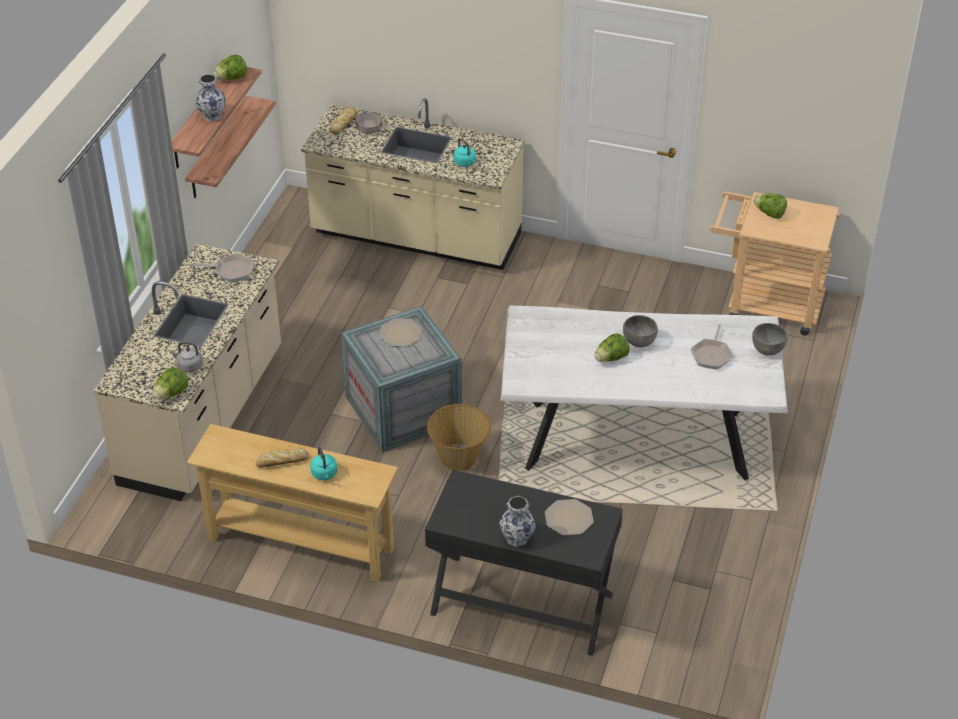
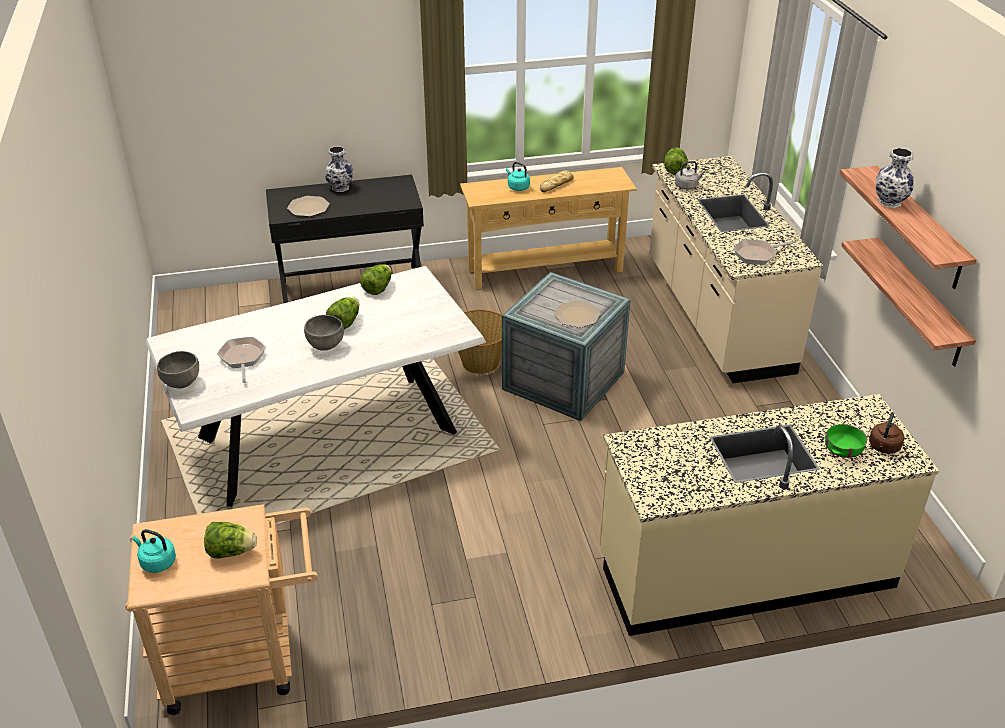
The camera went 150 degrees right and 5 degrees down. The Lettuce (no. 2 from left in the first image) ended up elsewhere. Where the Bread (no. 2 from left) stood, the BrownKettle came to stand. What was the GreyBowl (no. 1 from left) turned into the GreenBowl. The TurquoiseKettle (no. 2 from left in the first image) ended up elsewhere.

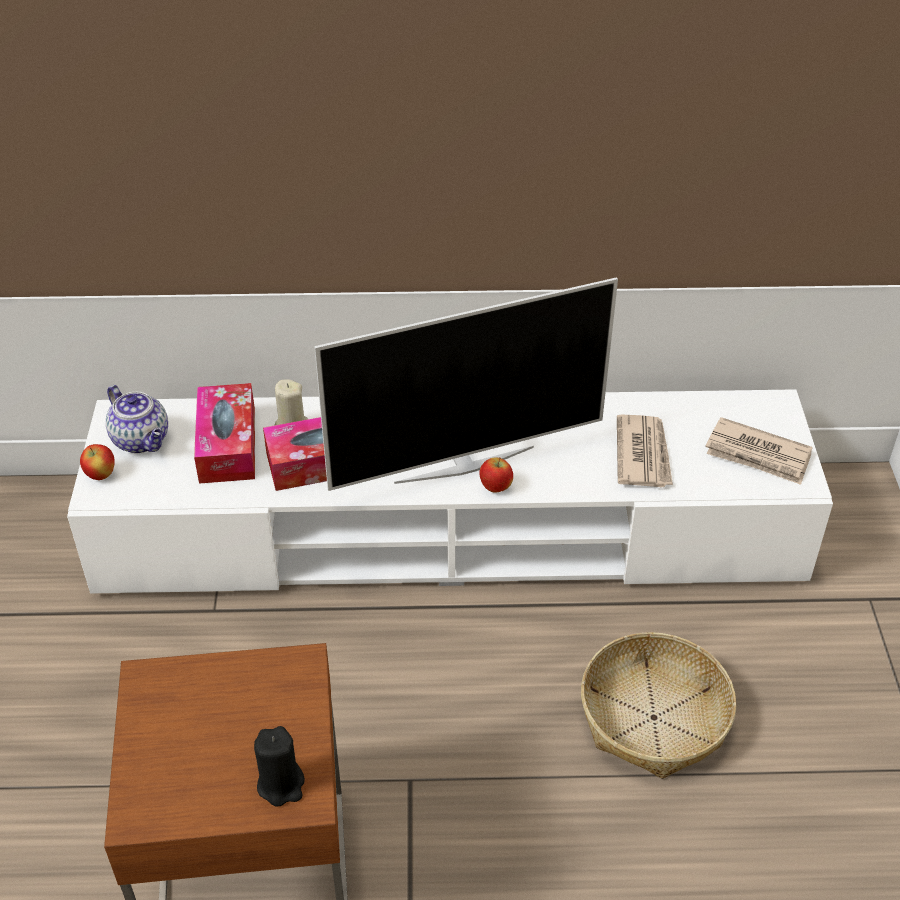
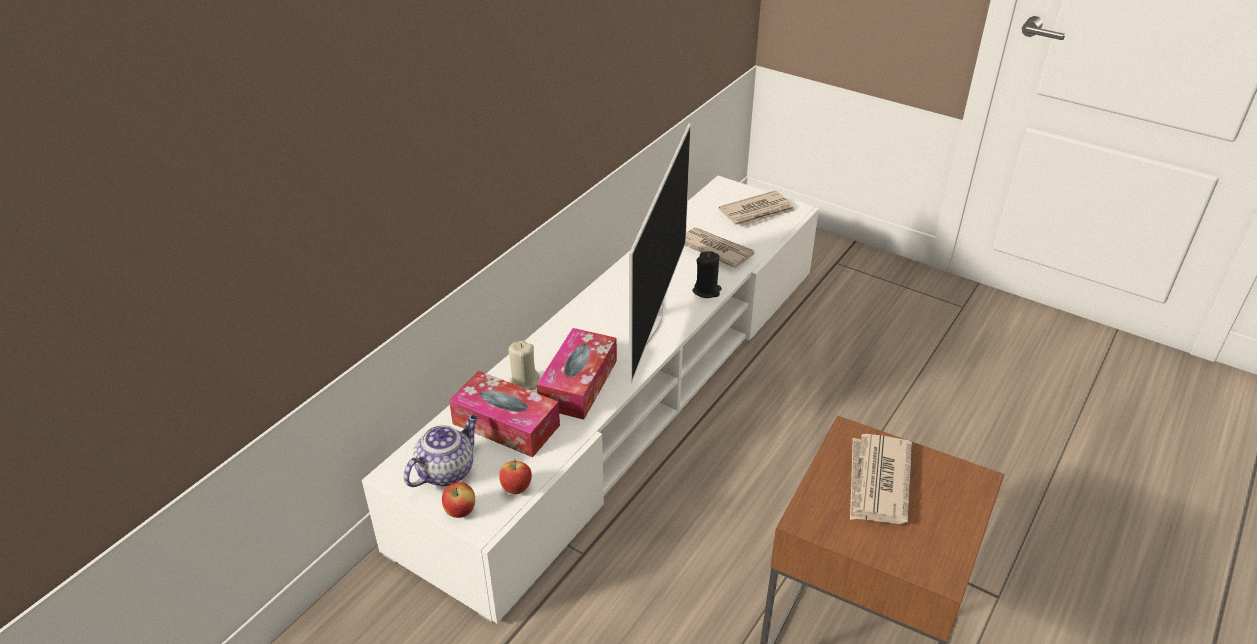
The camera went 55 degrees left and 5 degrees down. The Teapot ended up facing another way, 45 degrees counterclockwise from before. The Apple (no. 2 from left) ended up elsewhere. The second view lost the Basket. The BlackCandle ended up elsewhere. The second view gained the Newspaper (no. 3 from left).

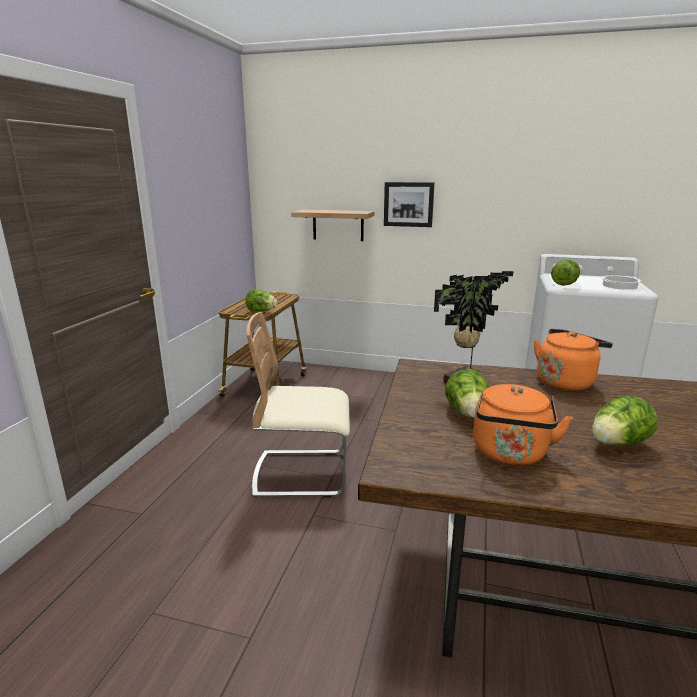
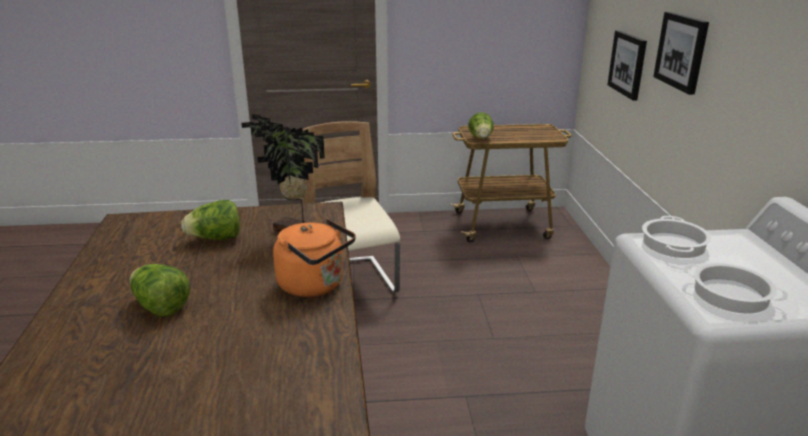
The camera went 70 degrees right and 5 degrees up. Where the Shelf hung, the Picture (no. 1 from left) came to hang. Where the Lettuce (no. 3 from left) stood, the CookingPot (no. 1 from left) came to stand. The second view lost the OrangeKettle (no. 1 from left).

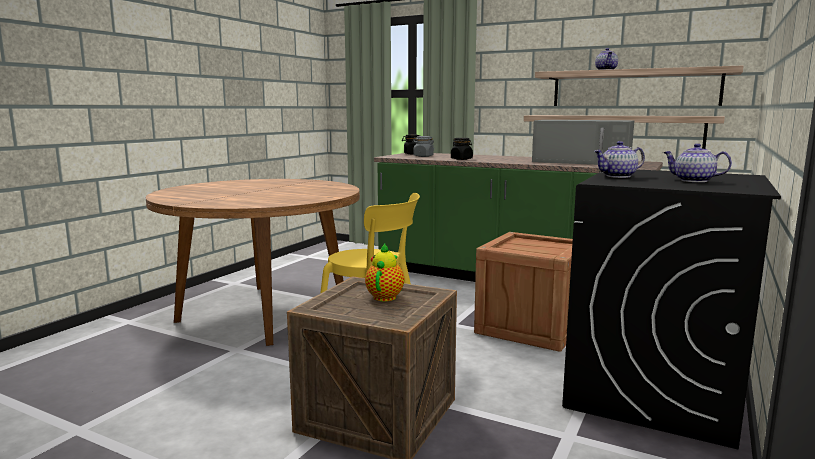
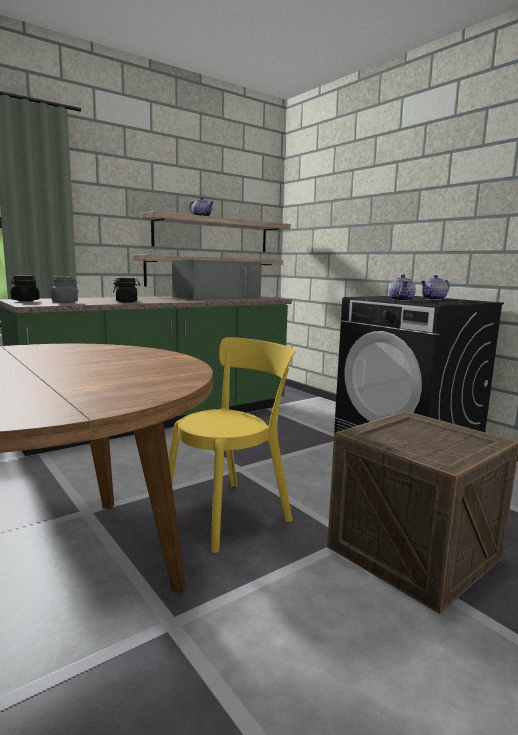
The camera went 65 degrees left and 0 degrees up. The second view lost the Crate (no. 2 from left). The second view lost the Teapot (no. 1 from left).

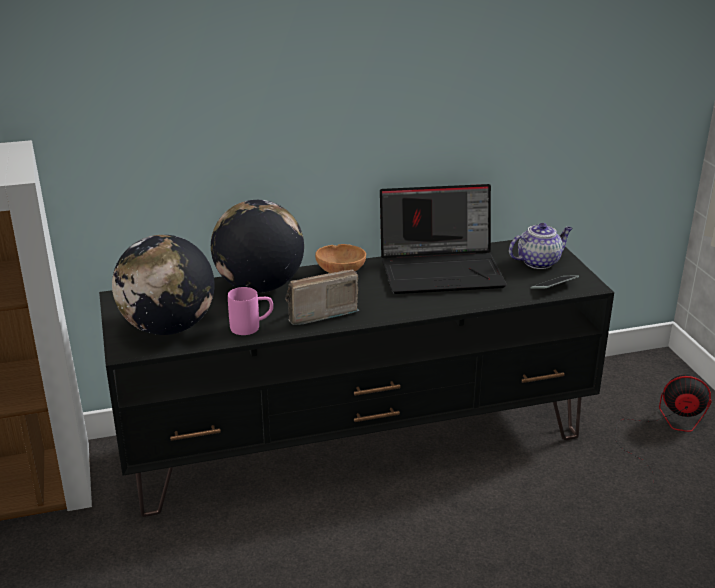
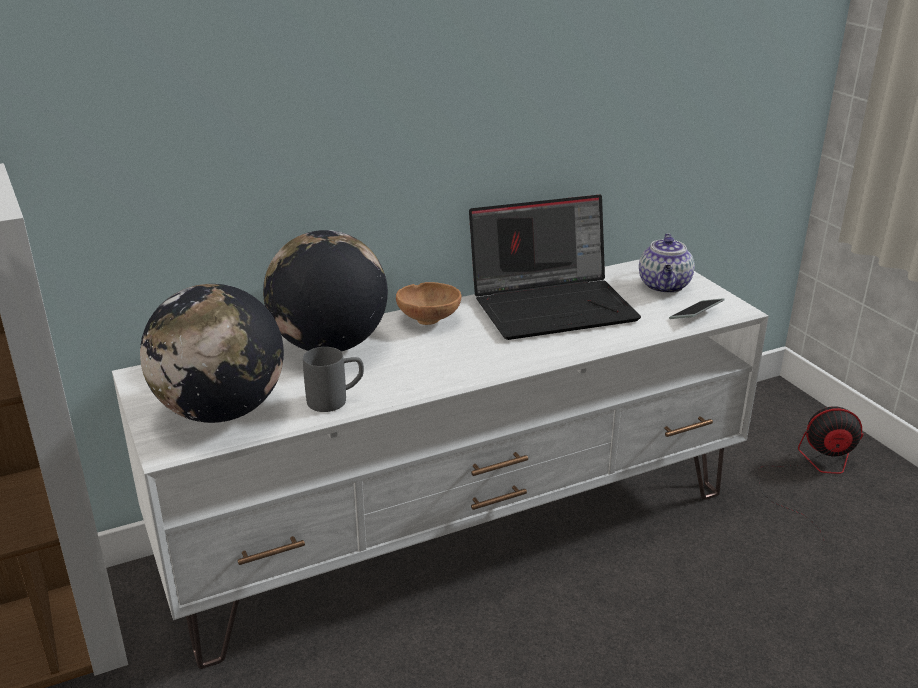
The camera went 10 degrees left and 0 degrees up. The Teapot ended up facing another way, 135 degrees clockwise from before. What was the BlackTvStand turned into the WhiteTvStand. The second view lost the Radio. What was the PinkMug turned into the GreyMug.

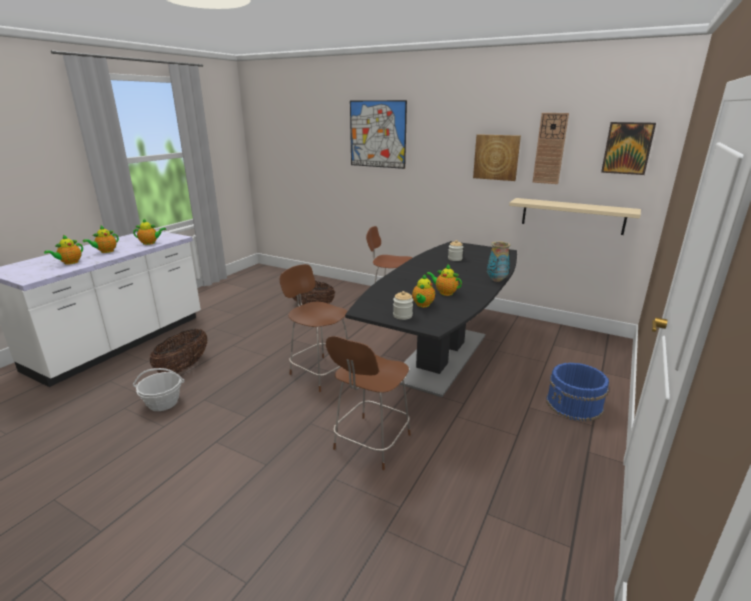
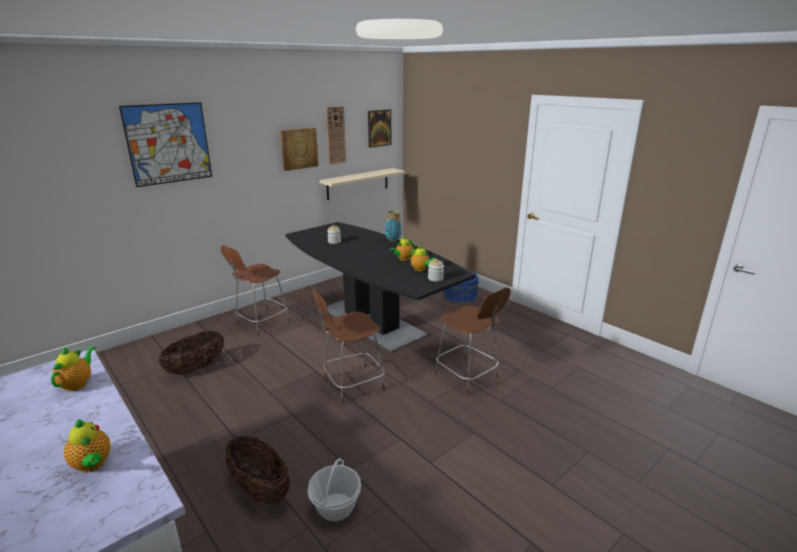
The camera went 70 degrees left and 0 degrees up. The second view lost the Teapot (no. 2 from left).

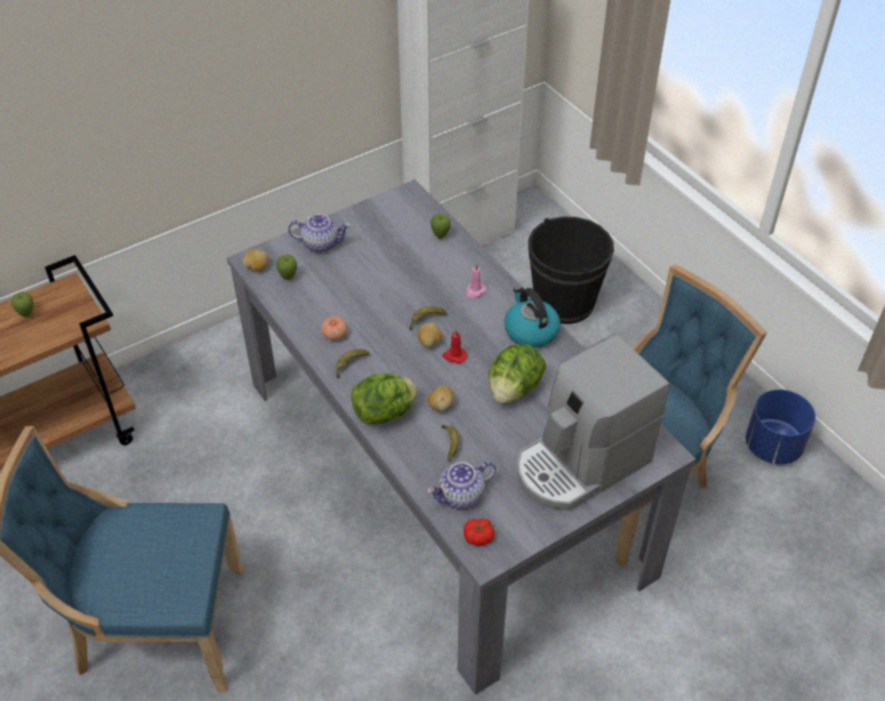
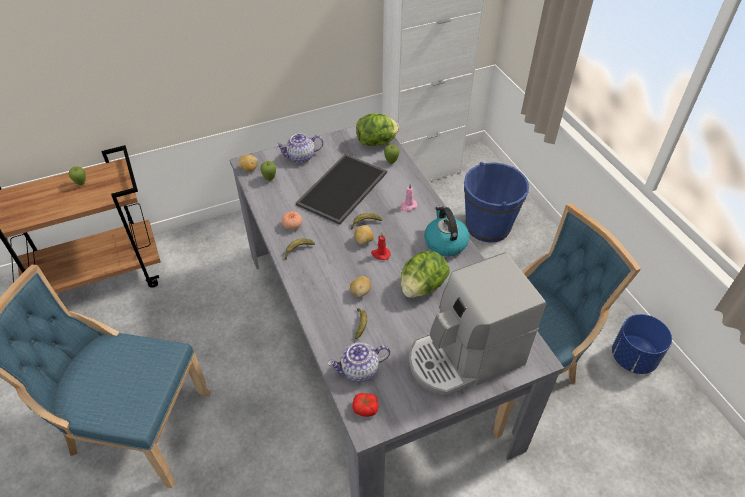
The camera went 10 degrees right and 0 degrees up. The Teapot (no. 1 from left) ended up facing another way, 150 degrees clockwise from before. What was the BlackBucket turned into the BlueBucket. The Lettuce (no. 1 from left) ended up elsewhere. The second view gained the Tray.

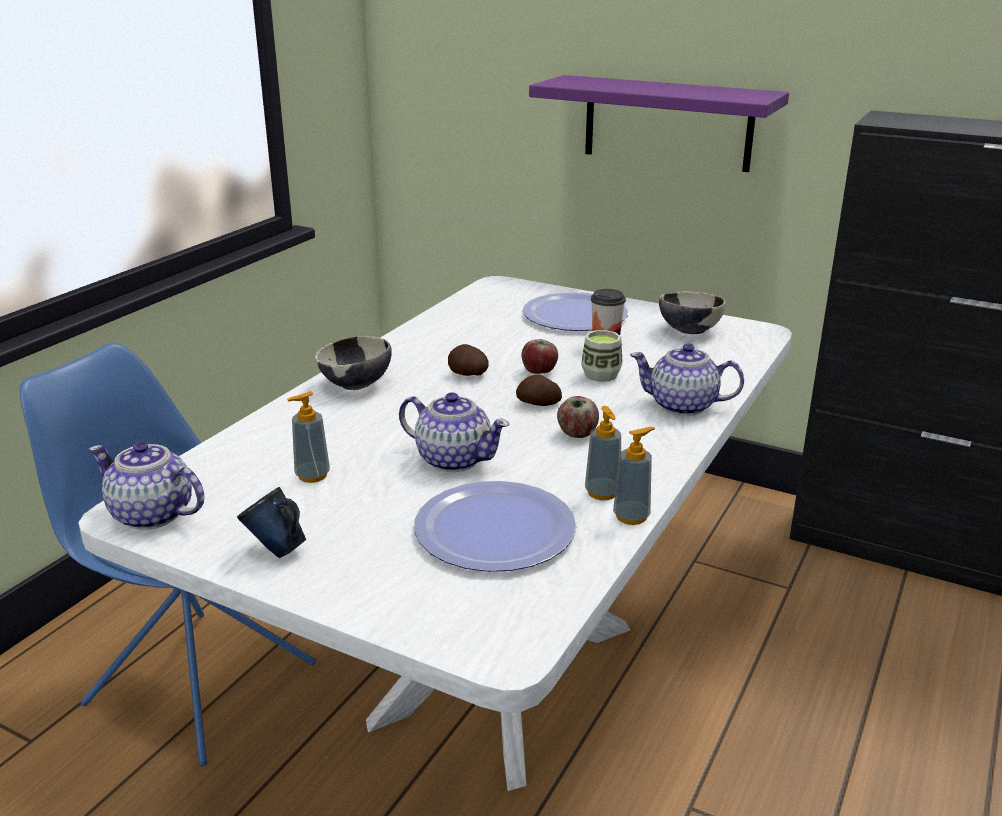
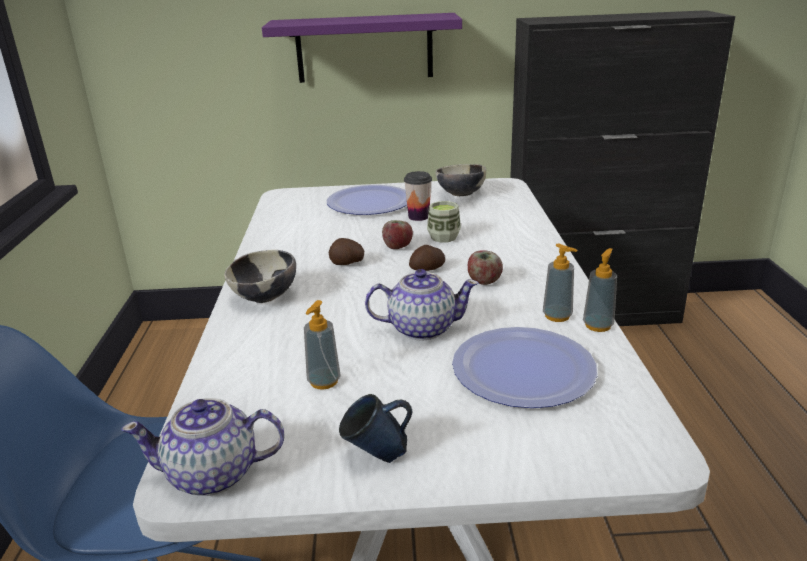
The camera went 30 degrees left and 0 degrees up. The second view lost the Teapot (no. 3 from left).

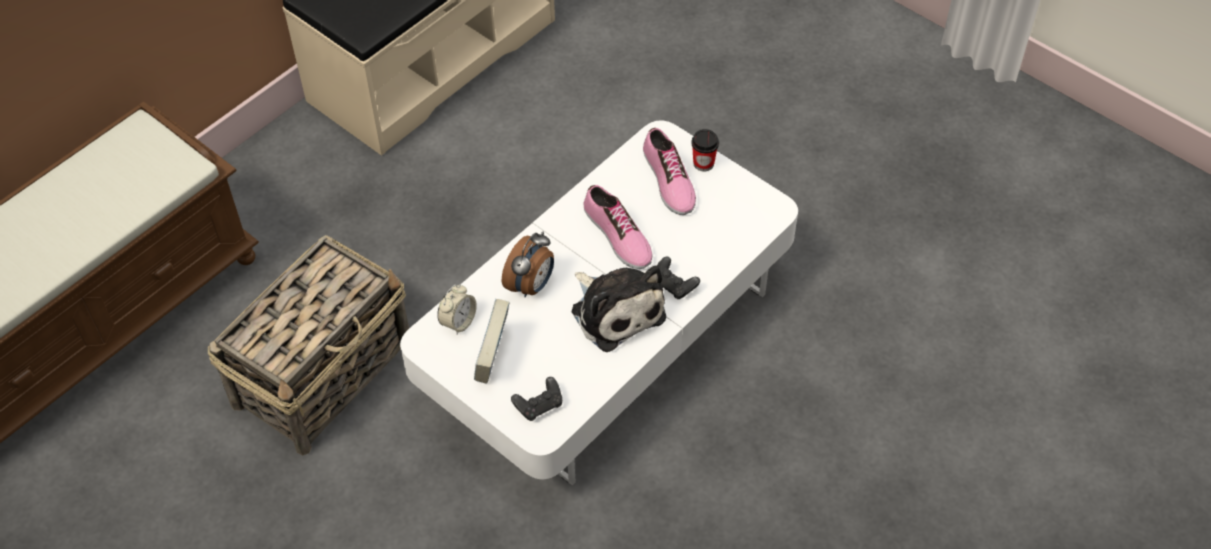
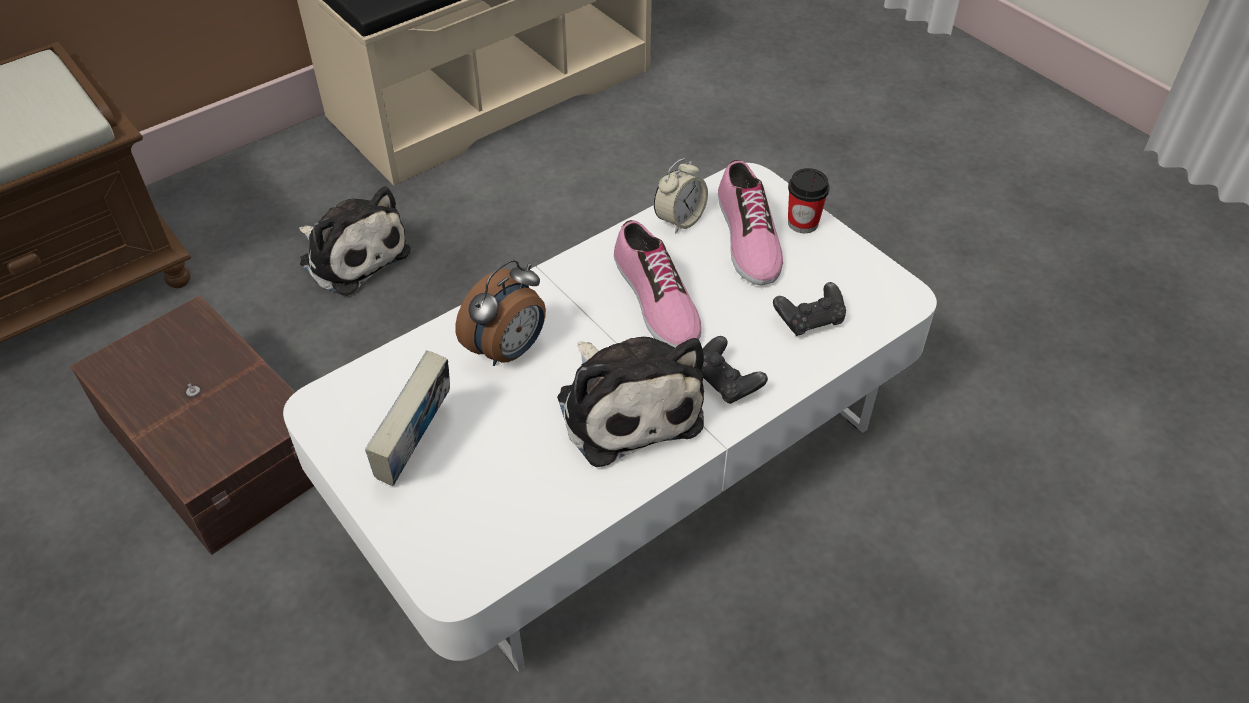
The camera went 10 degrees right and 5 degrees down. Where the Basket stood, the BrownStorageBox came to stand. The AlarmClock (no. 1 from left in the first image) ended up elsewhere. The BlackGameController (no. 1 from left in the first image) ended up elsewhere. The second view gained the PlushToy (no. 1 from left).

